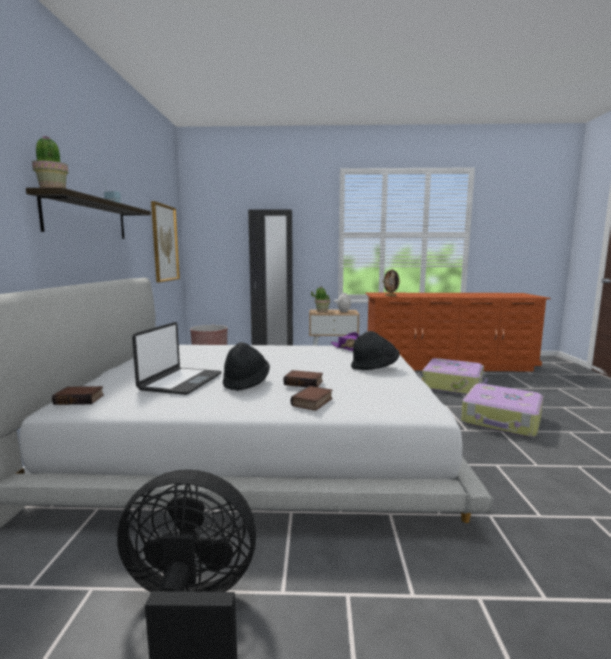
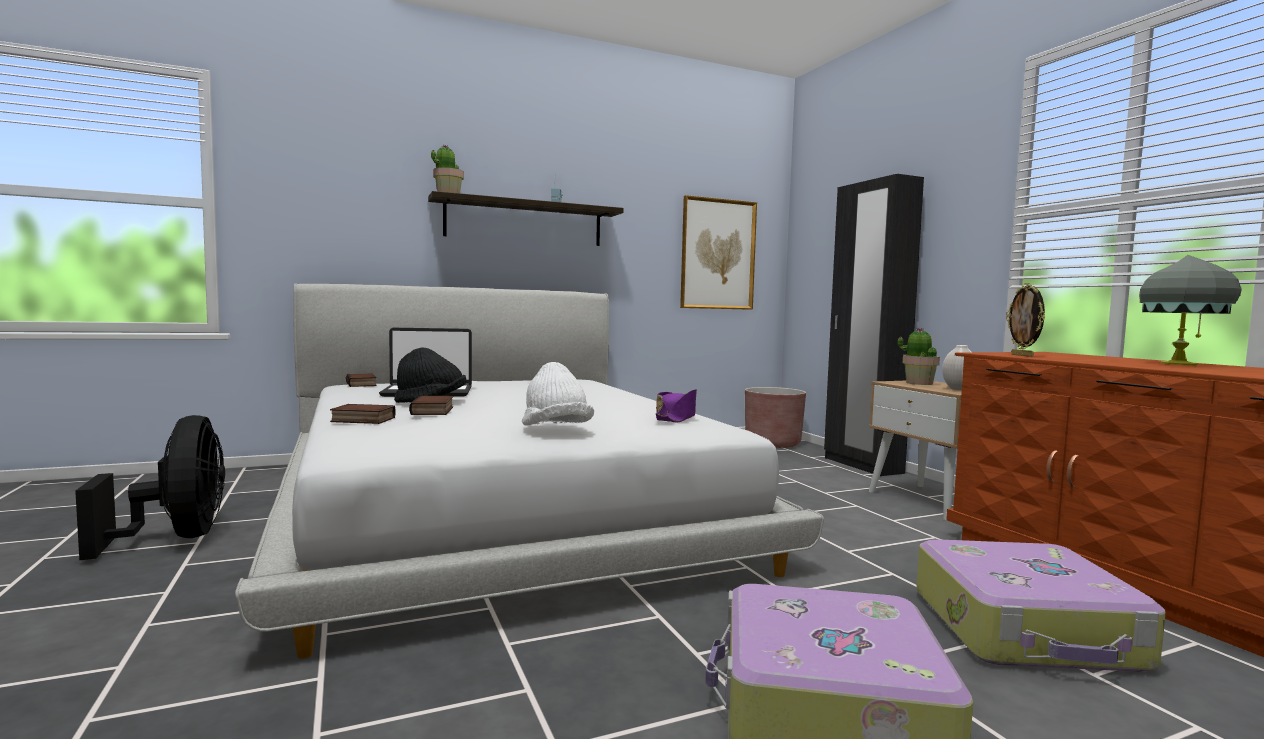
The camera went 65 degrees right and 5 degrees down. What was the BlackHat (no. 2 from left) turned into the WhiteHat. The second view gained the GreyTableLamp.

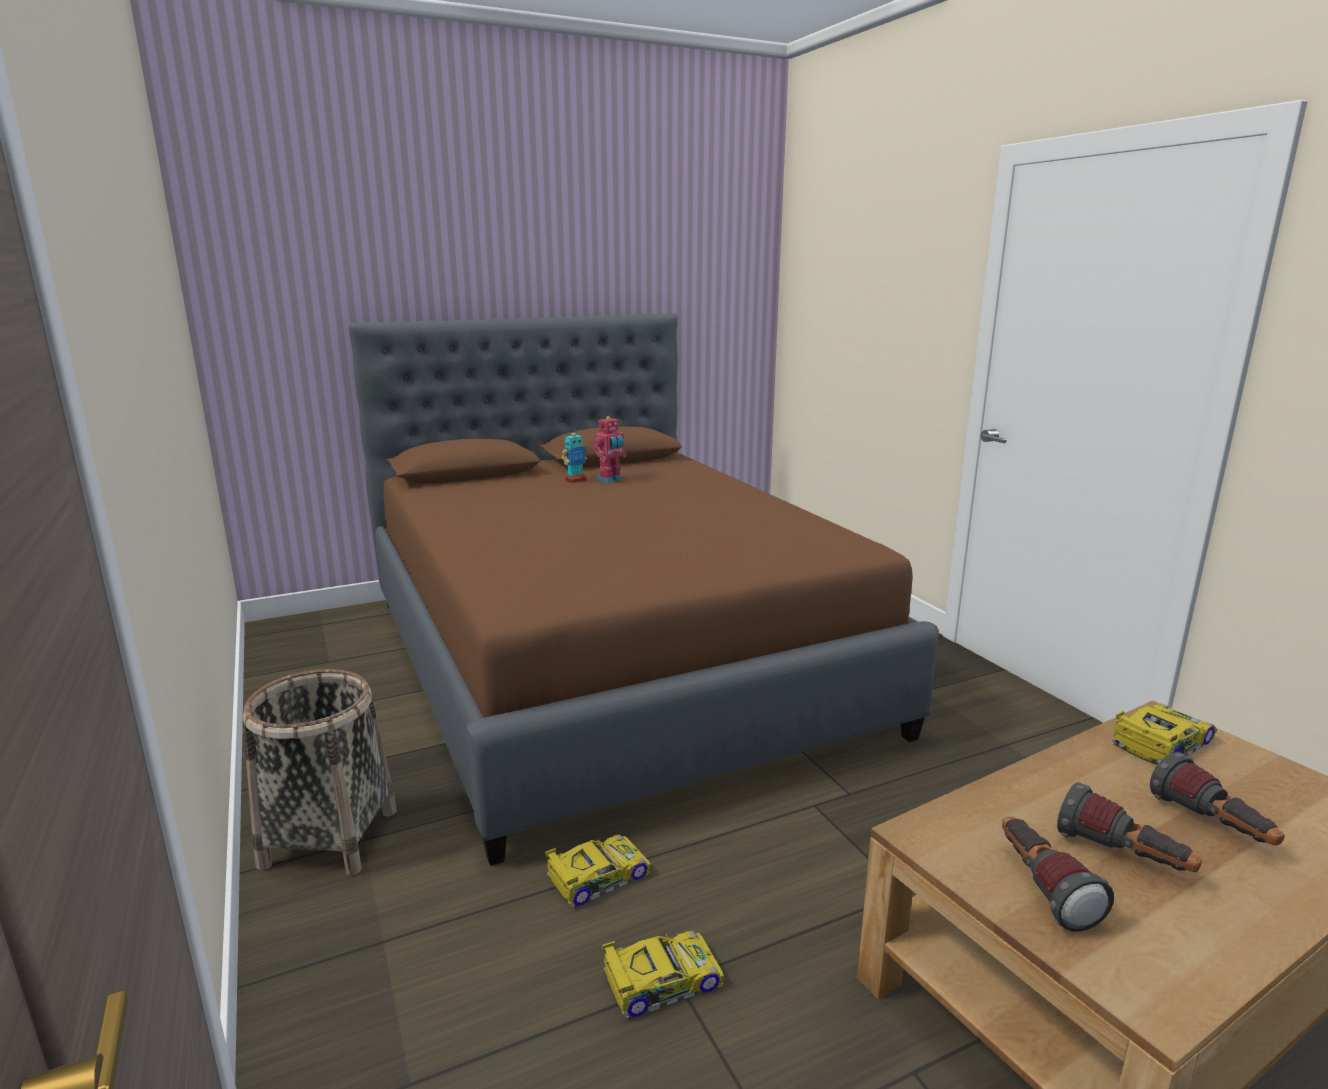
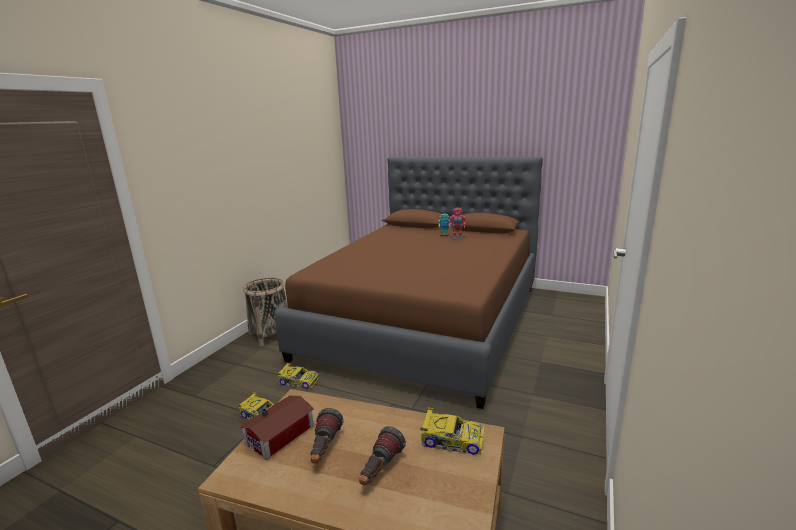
The camera went 50 degrees right and 0 degrees up. Where the Flashlight (no. 1 from left) stood, the ToyHouse came to stand.

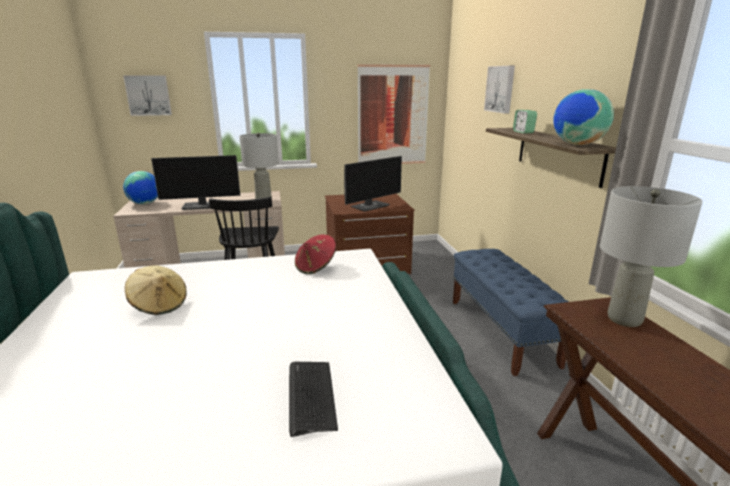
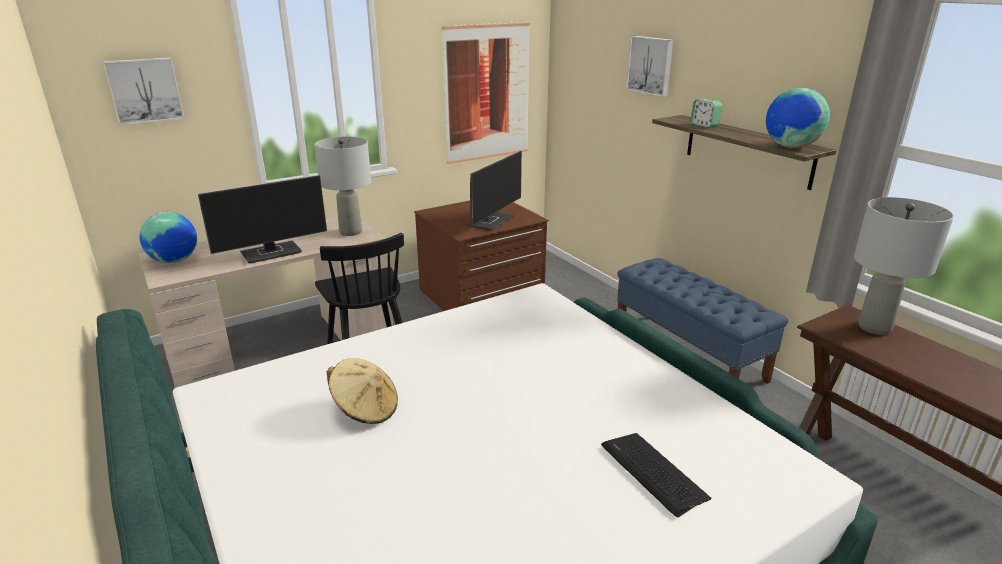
The camera went 20 degrees left and 5 degrees up. The second view lost the RedHat.

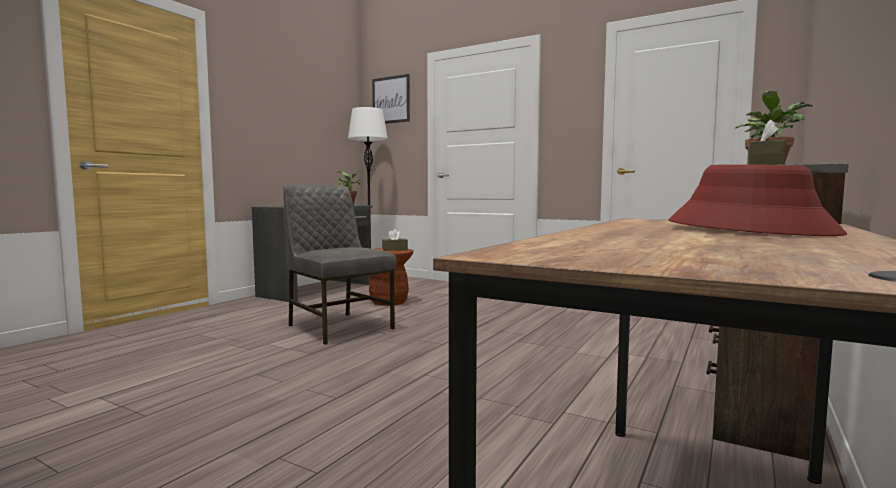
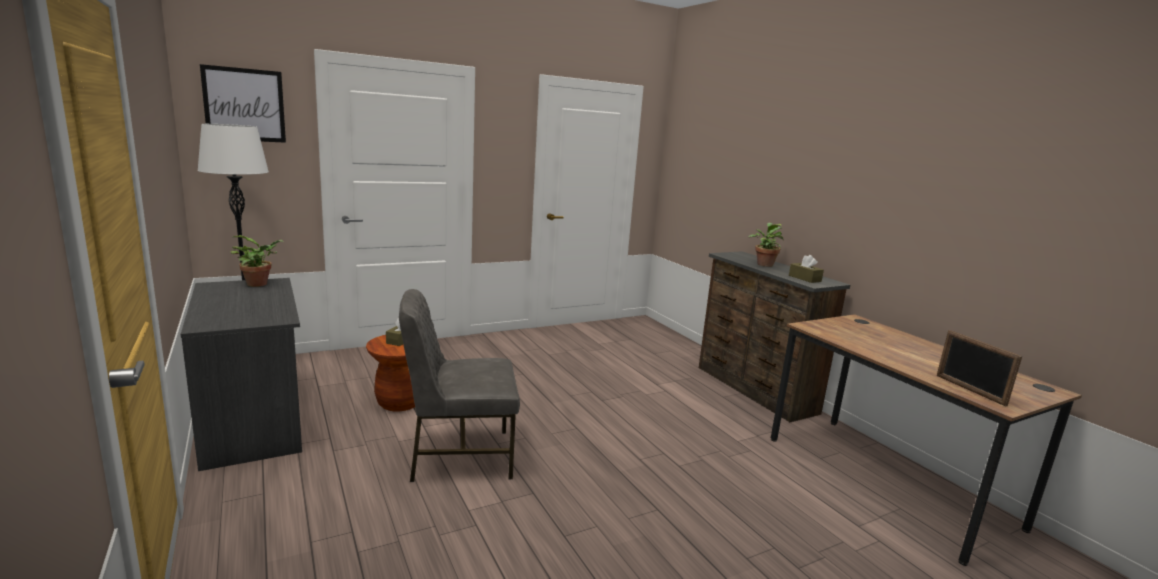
The camera went 60 degrees left and 10 degrees up. The second view lost the RedHat. The second view gained the PictureFrame.

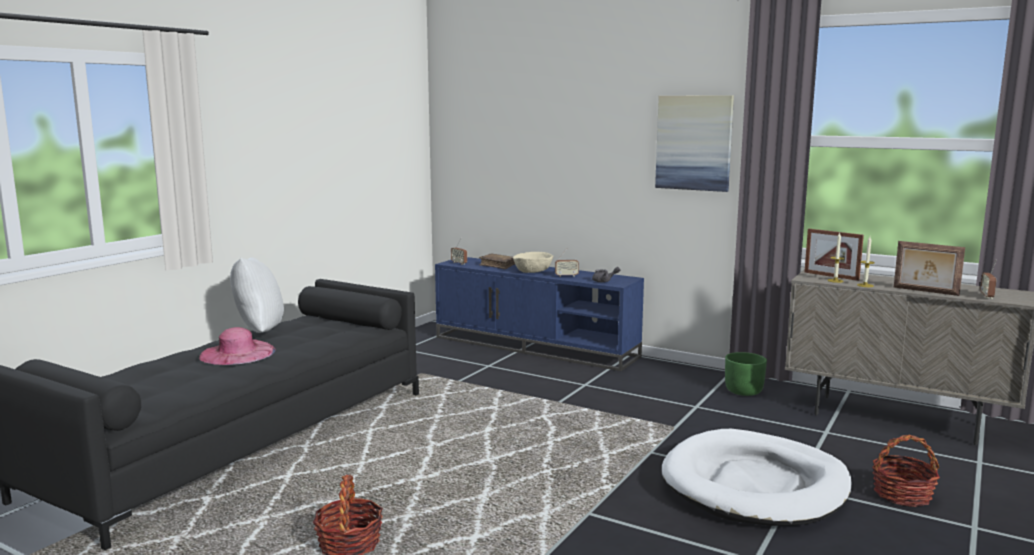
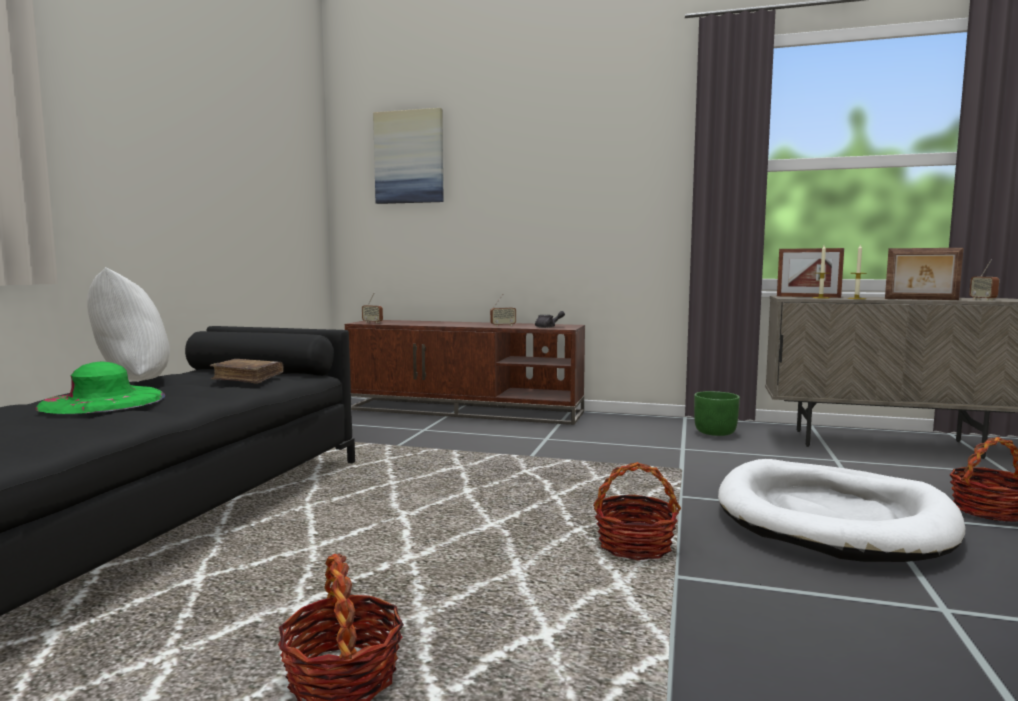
The camera went 15 degrees left and 5 degrees down. The Picture ended up elsewhere. The second view lost the BeigeBowl. The BrownBook ended up elsewhere. What was the BlueTvStand turned into the BrownTvStand. What was the PinkHat turned into the GreenHat. The second view gained the Basket (no. 2 from left).

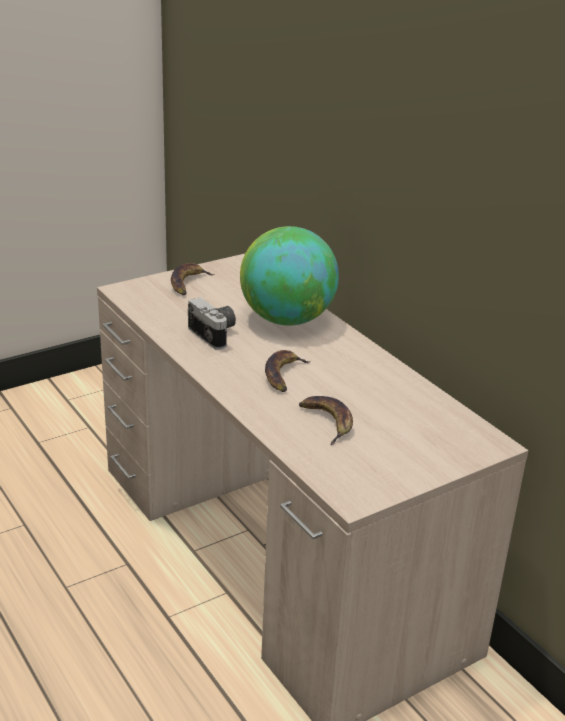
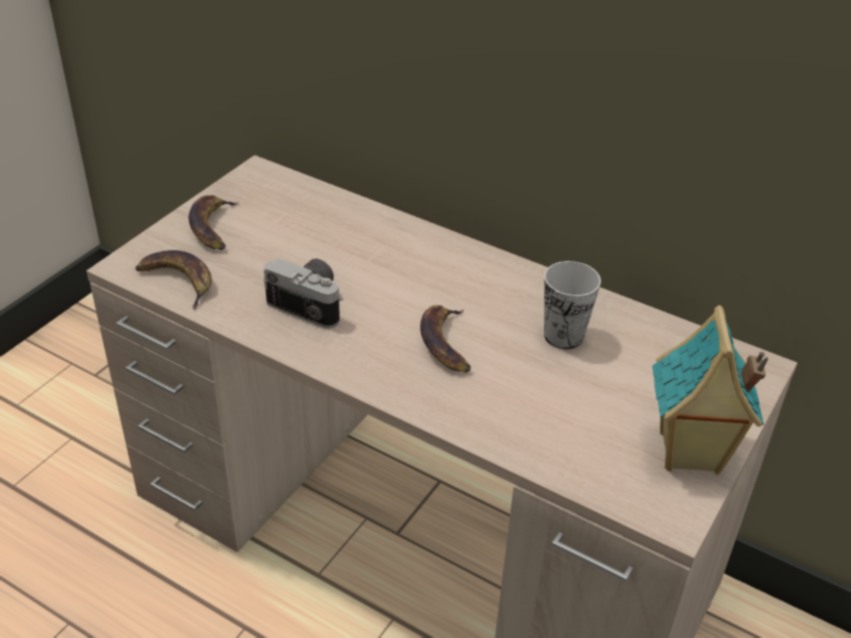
The camera went 25 degrees left and 10 degrees up. The second view lost the Globe. The Banana (no. 3 from left in the first image) ended up elsewhere. The second view gained the Cup. The second view gained the ToyHouse.

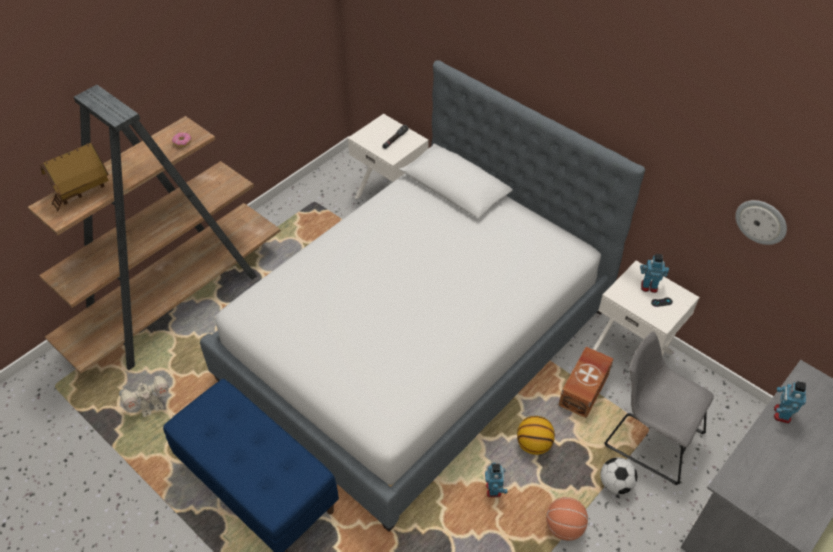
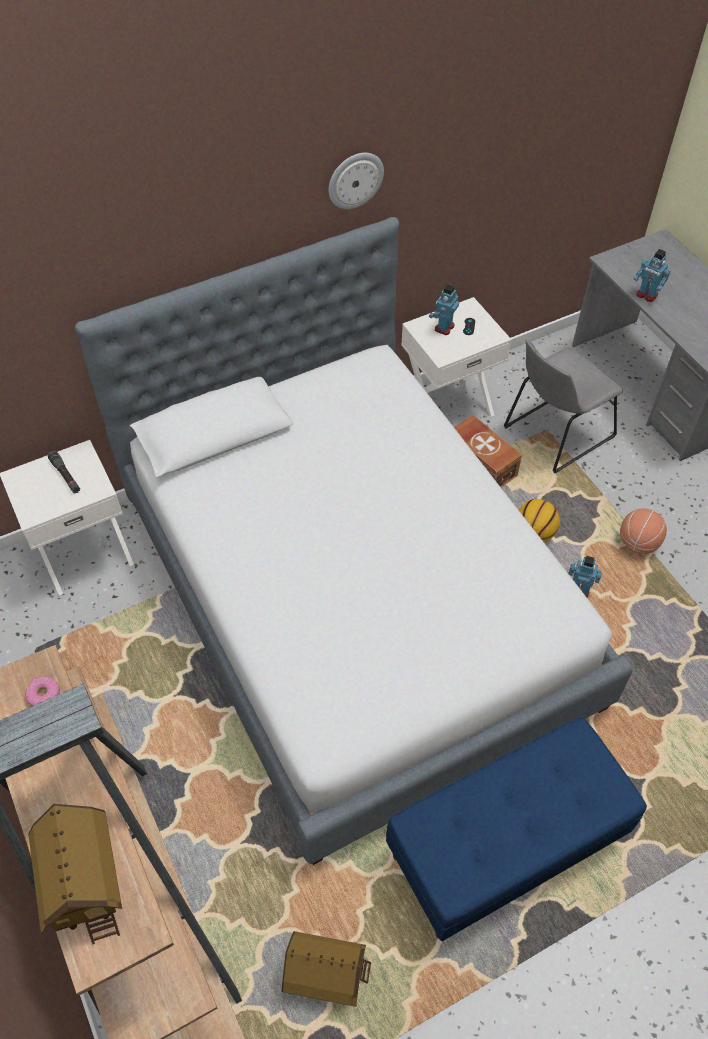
The camera went 70 degrees left and 5 degrees up. The WallClock ended up elsewhere. Where the ToyRobot (no. 1 from left) stood, the ToyHouse (no. 2 from left) came to stand. The second view lost the Football.

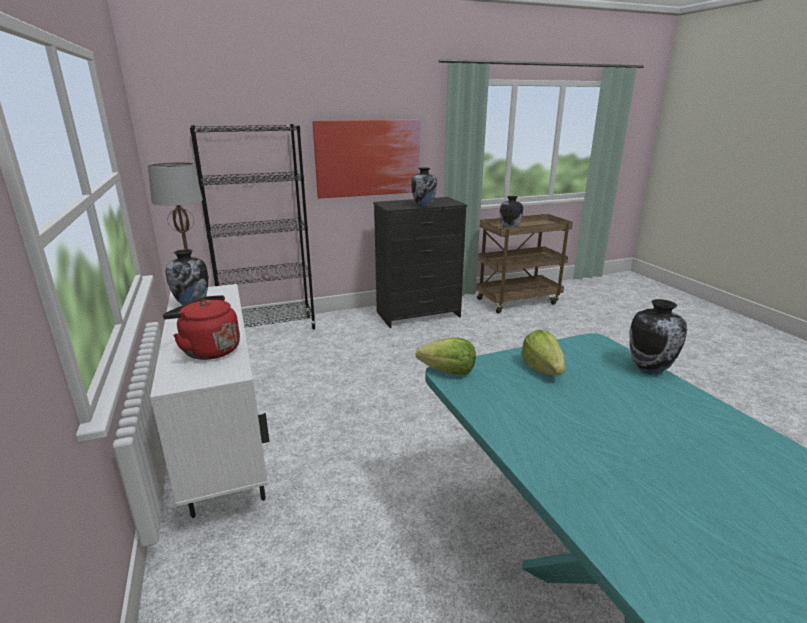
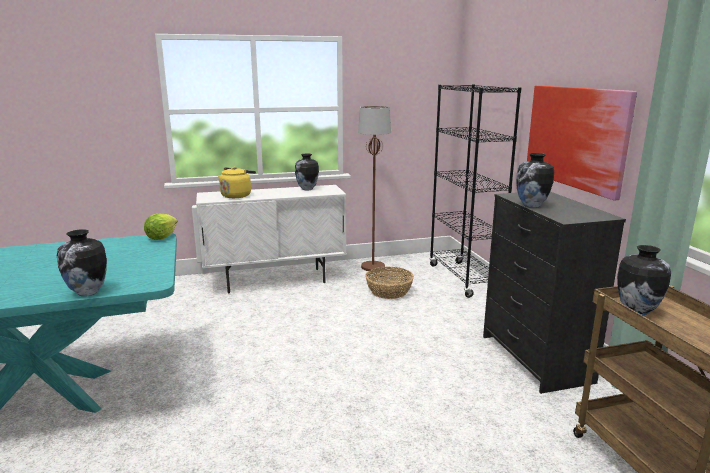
The camera went 95 degrees right and 5 degrees down. What was the RedKettle turned into the YellowKettle. The second view lost the Lettuce (no. 2 from left). The second view gained the Basket.

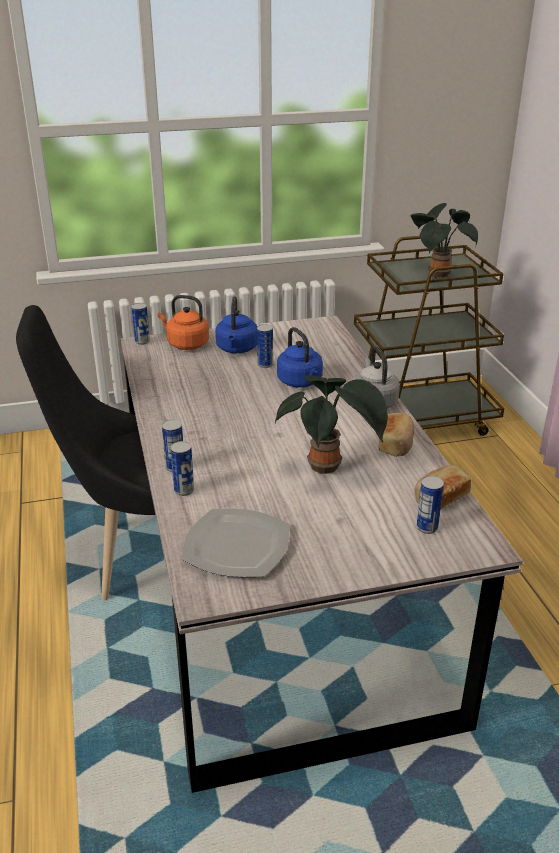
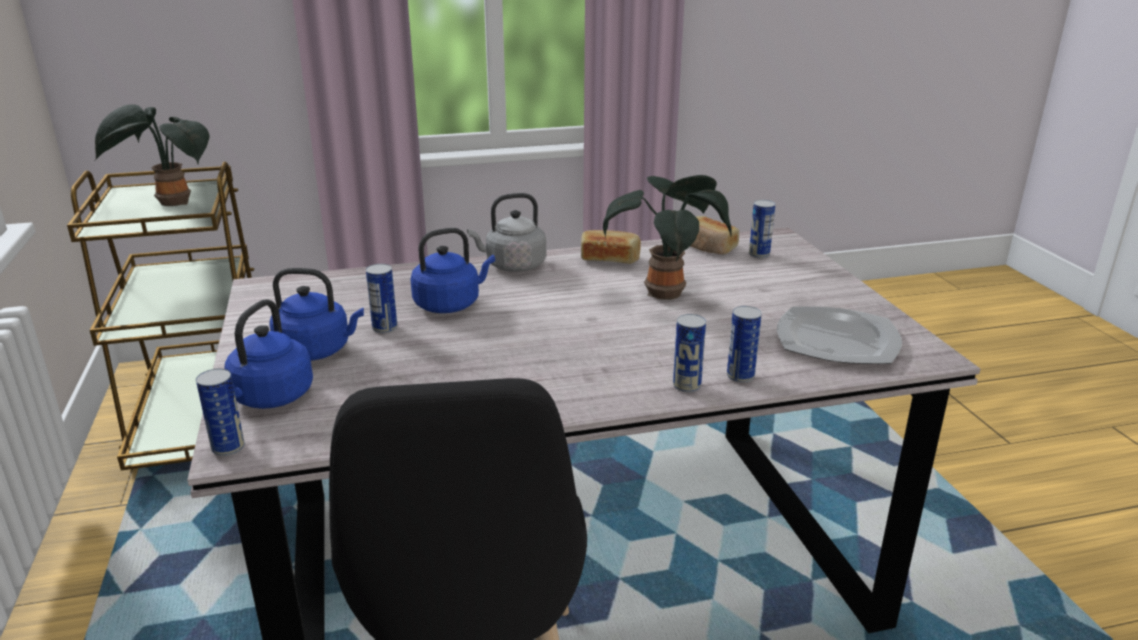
The camera went 90 degrees left and 5 degrees down. What was the OrangeKettle turned into the BlueKettle (no. 1 from left).

